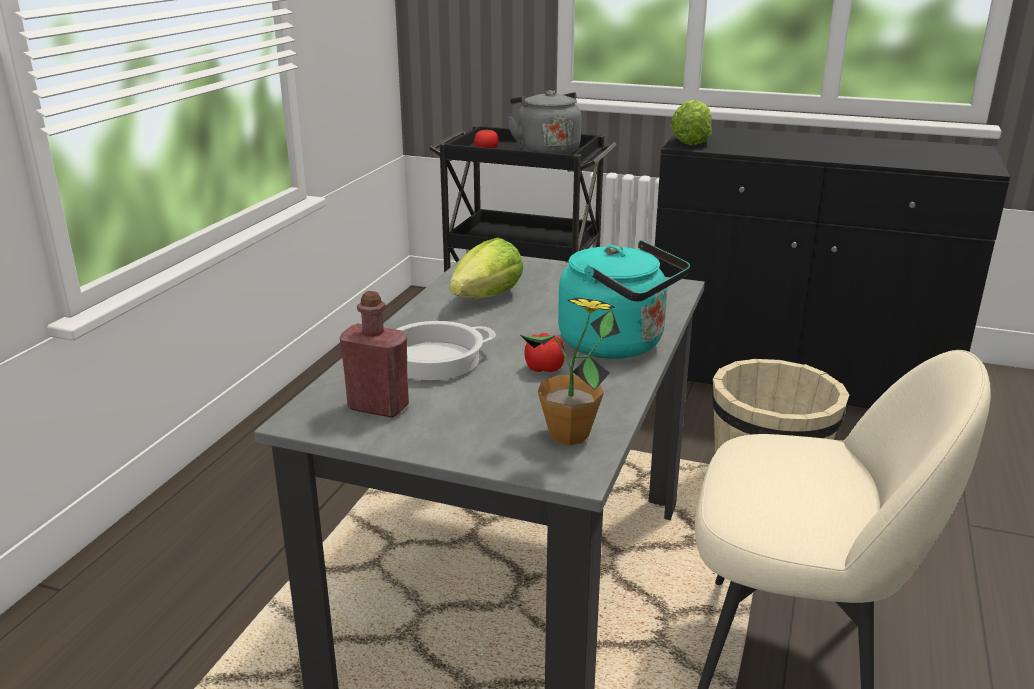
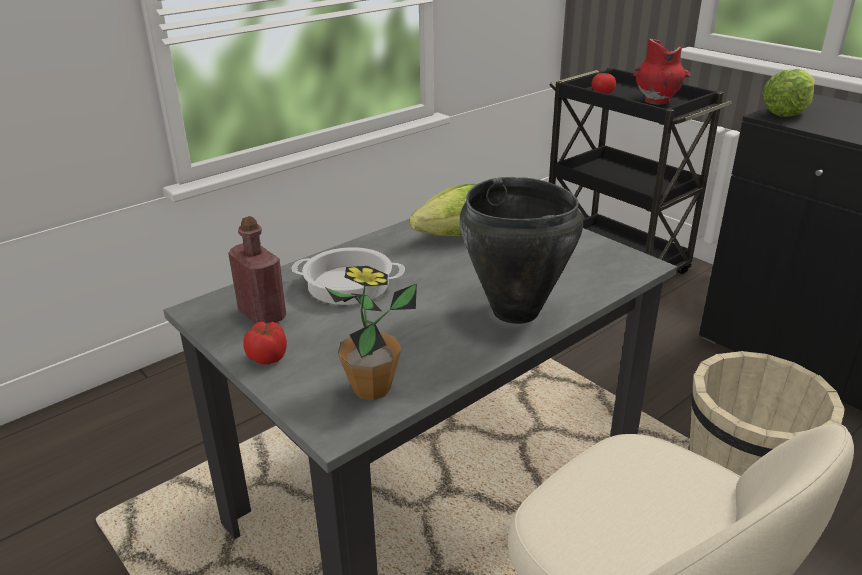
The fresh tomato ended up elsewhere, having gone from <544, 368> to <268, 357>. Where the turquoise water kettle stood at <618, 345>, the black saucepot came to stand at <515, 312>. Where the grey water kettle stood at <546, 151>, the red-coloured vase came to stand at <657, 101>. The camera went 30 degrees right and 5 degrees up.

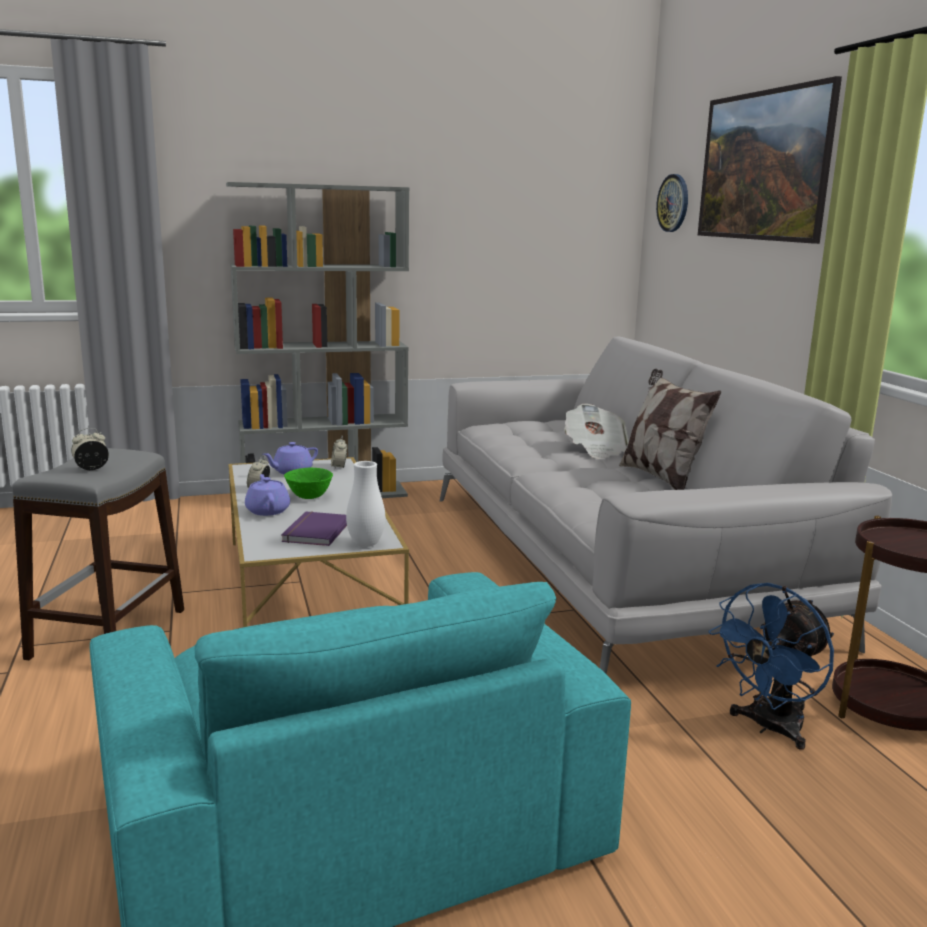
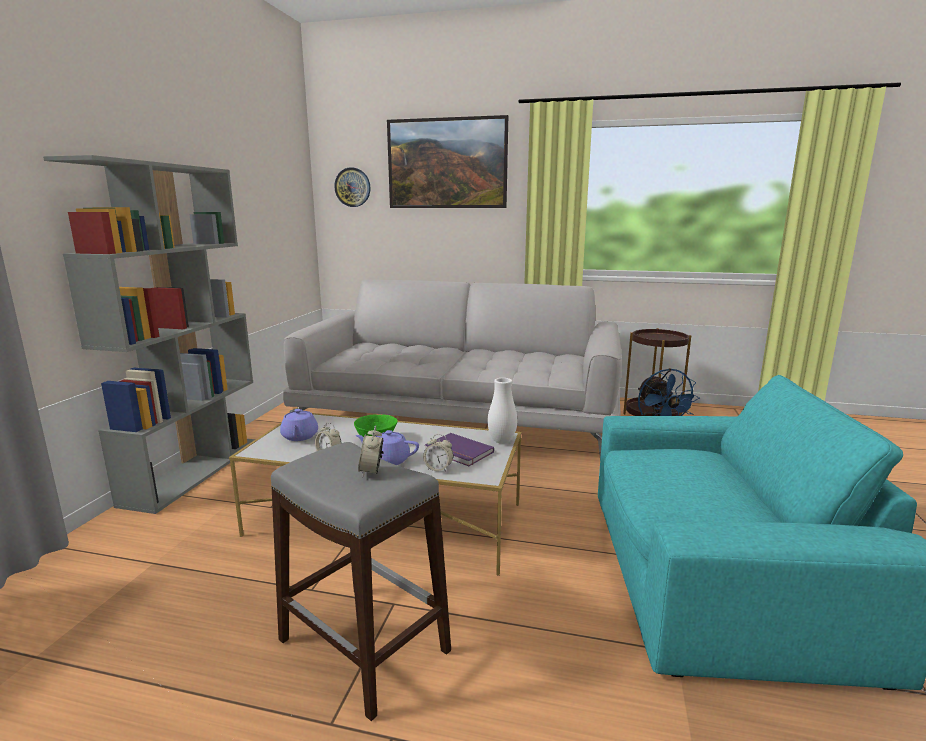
The bedside clock ended up elsewhere, having gone from <339, 467> to <438, 469>. The second view lost the newspaper at <595, 449>. The second view lost the throw pillow at <661, 477>. The camera went 60 degrees left and 0 degrees up.

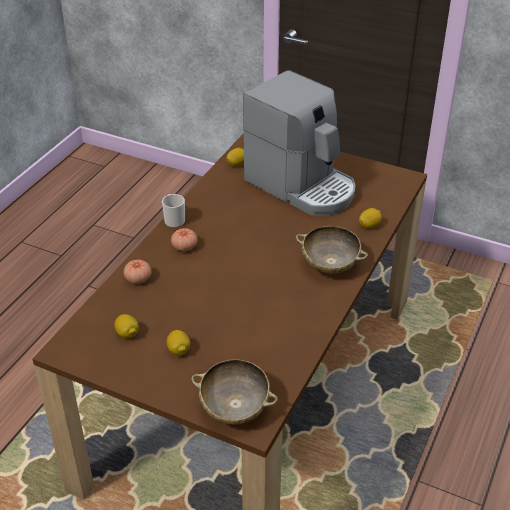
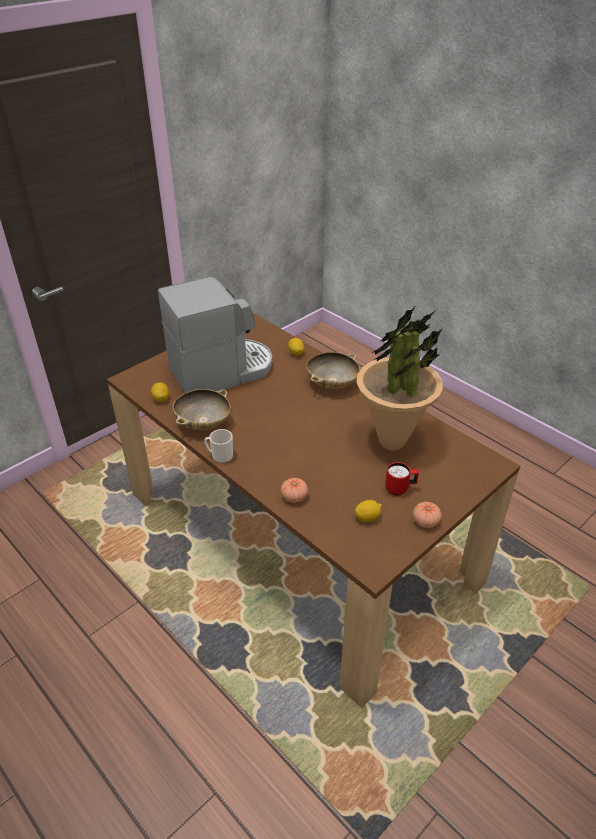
The beige serving bowl ended up elsewhere, having gone from <235, 407> to <203, 423>. The second view gained the houseplant at <392, 441>. Where the citrus fruit stood at <178, 350>, the red-coloured tea mug came to stand at <400, 489>. The fresh tomato ended up elsewhere, having gone from <184, 247> to <425, 521>. The camera went 70 degrees left and 0 degrees up.

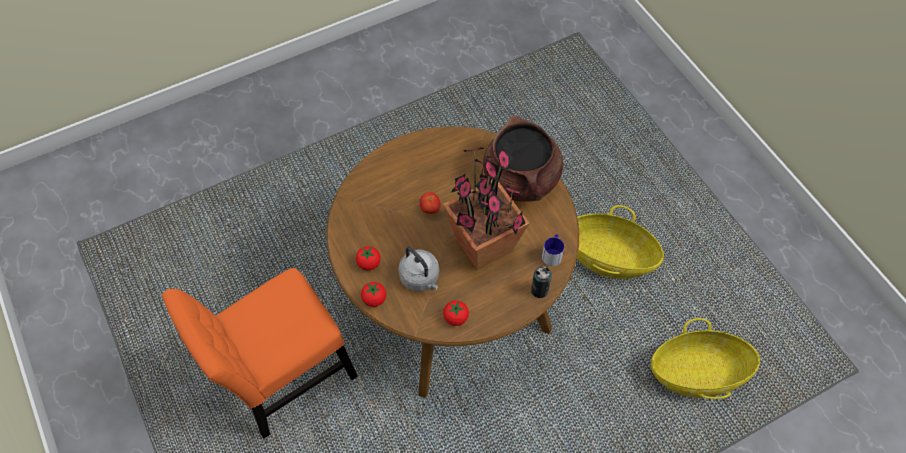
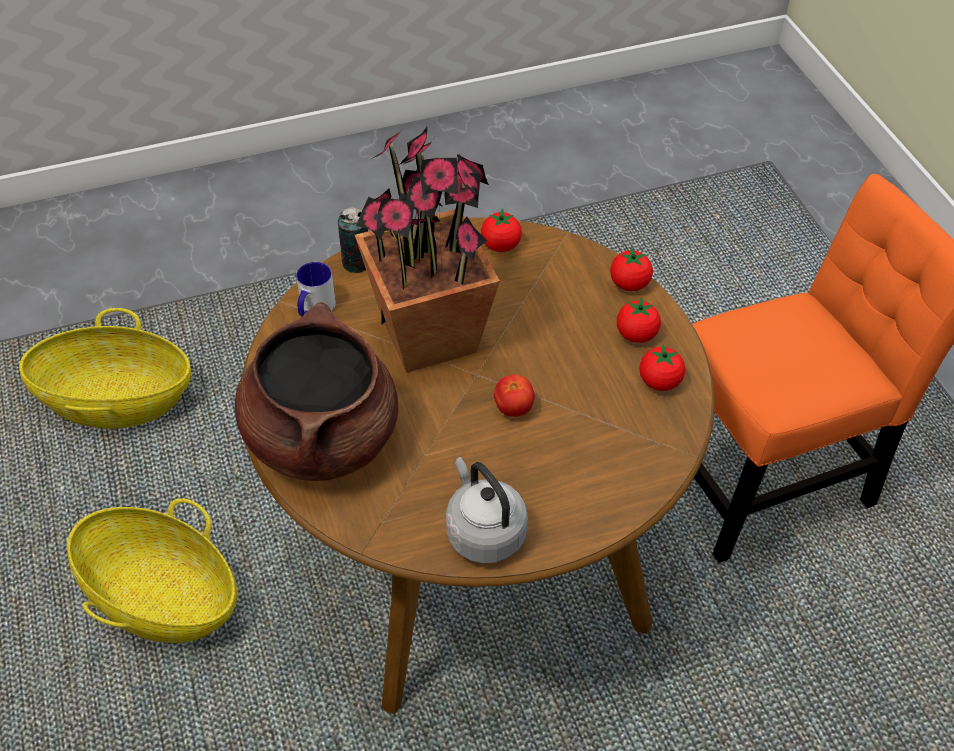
The grey water kettle ended up elsewhere, having gone from <421, 278> to <483, 532>. The second view gained the fresh tomato at <659, 382>. The camera went 170 degrees left and 10 degrees down.

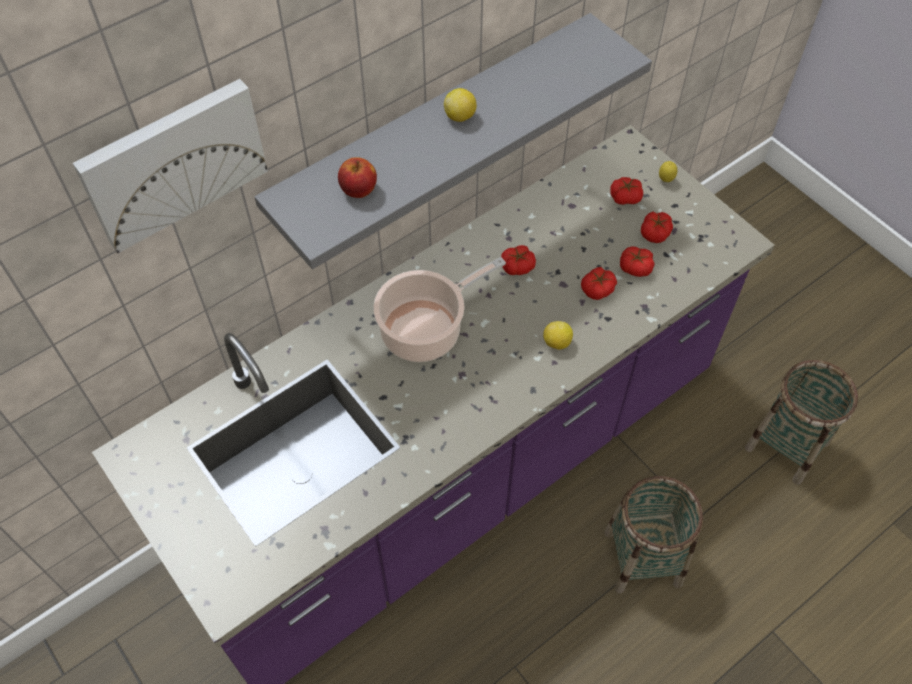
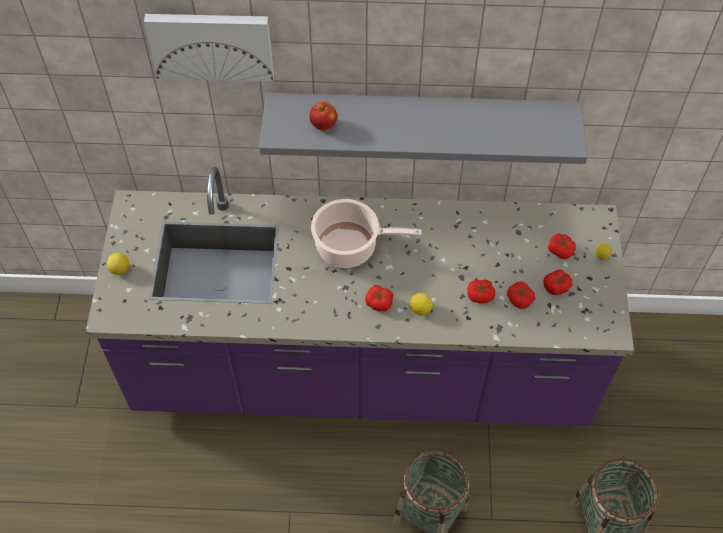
The citrus fruit ended up elsewhere, having gone from <460, 116> to <120, 269>. The fresh tomato ended up elsewhere, having gone from <517, 266> to <379, 303>. The camera went 40 degrees right and 0 degrees up.

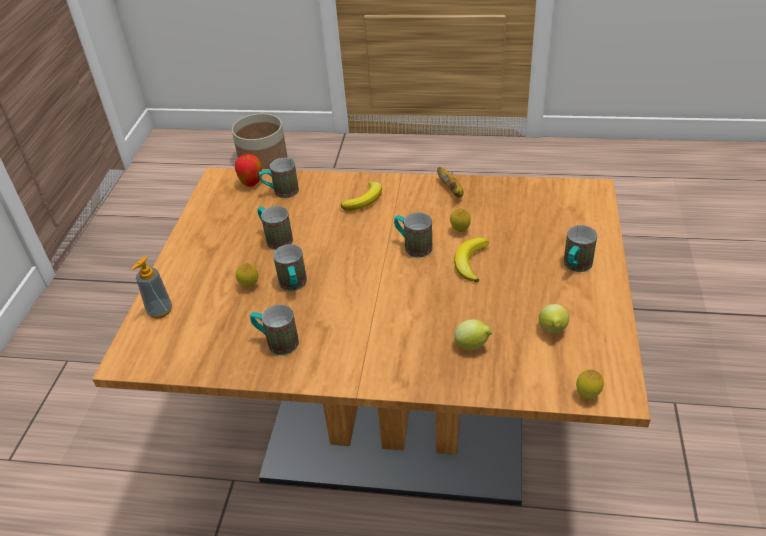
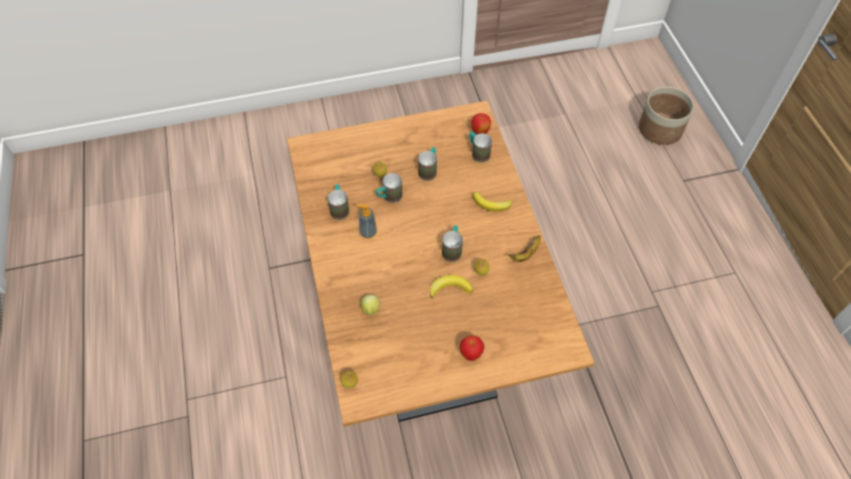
The soap bottle ended up elsewhere, having gone from <160, 311> to <368, 232>. Where the tea mug stood at <575, 267>, the whole apple came to stand at <470, 354>. The second view lost the citrus fruit at <552, 331>. The camera went 65 degrees right and 15 degrees up.

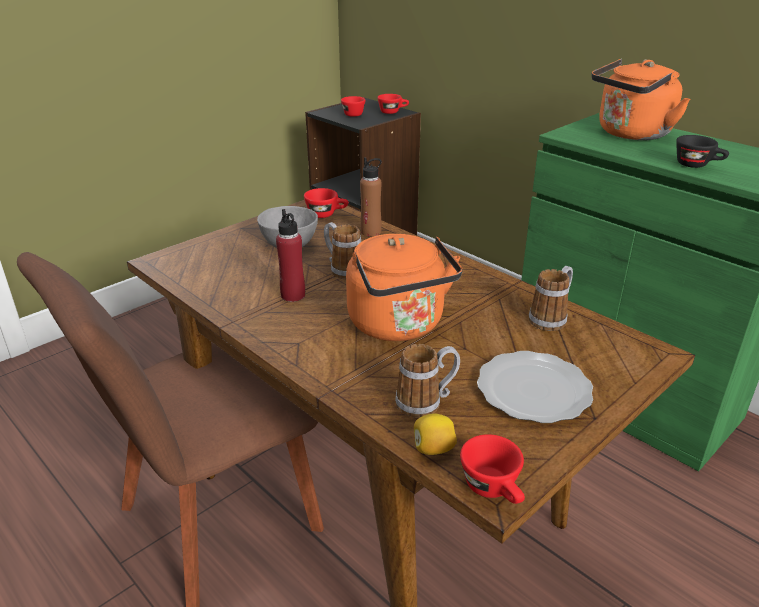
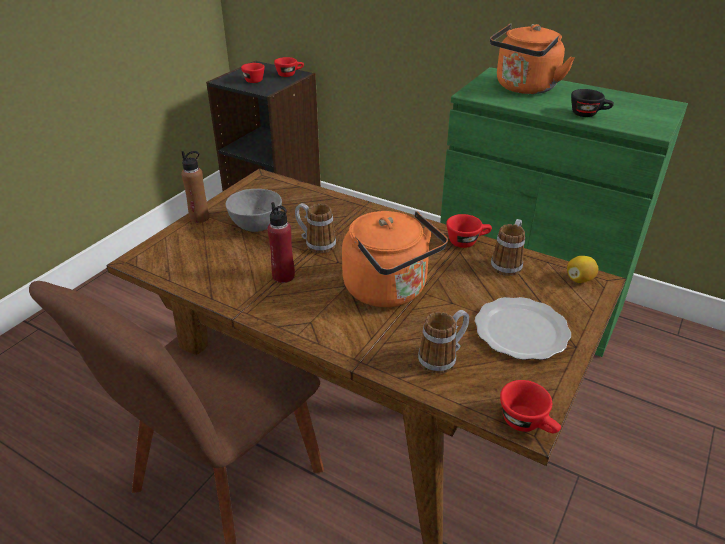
The brownish beverage bottle ended up elsewhere, having gone from <371, 232> to <200, 217>. The red-coloured drinking cup ended up elsewhere, having gone from <326, 214> to <467, 241>. The citrus fruit ended up elsewhere, having gone from <433, 449> to <579, 279>. The camera went 15 degrees left and 5 degrees up.

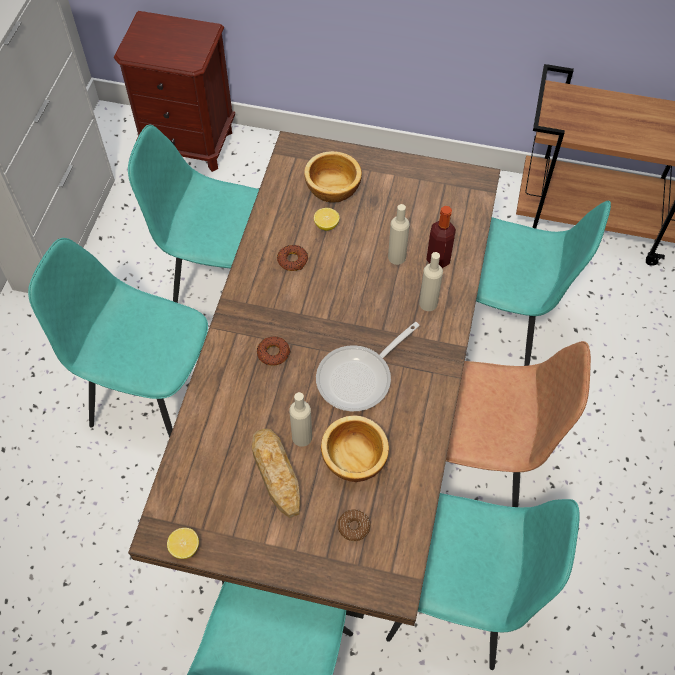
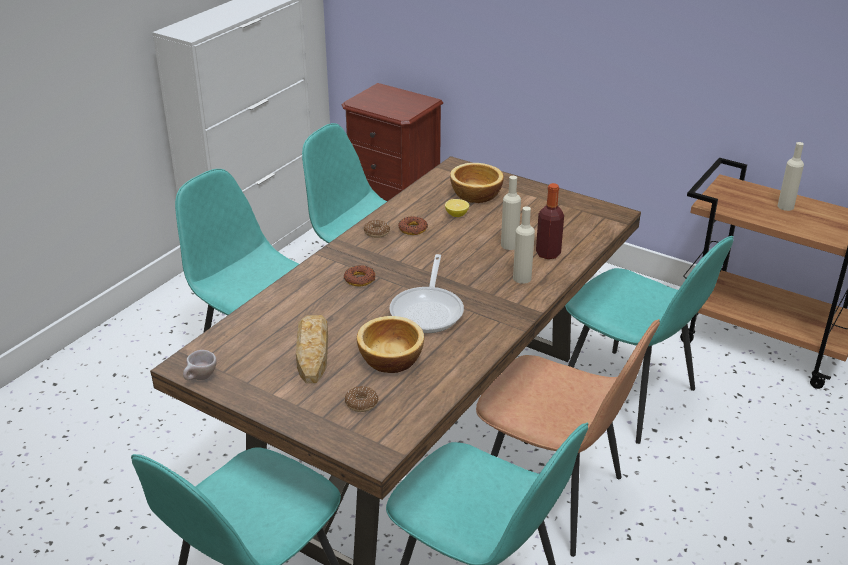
Where the citrus fruit stood at <185, 547>, the beige drinking cup came to stand at <200, 379>. The second view gained the donut at <376, 232>. The frying pan at <360, 377> ended up facing another way, 60 degrees counterclockwise from before. The beige beverage bottle ended up elsewhere, having gone from <302, 437> to <785, 206>. The camera went 20 degrees right and 25 degrees down.

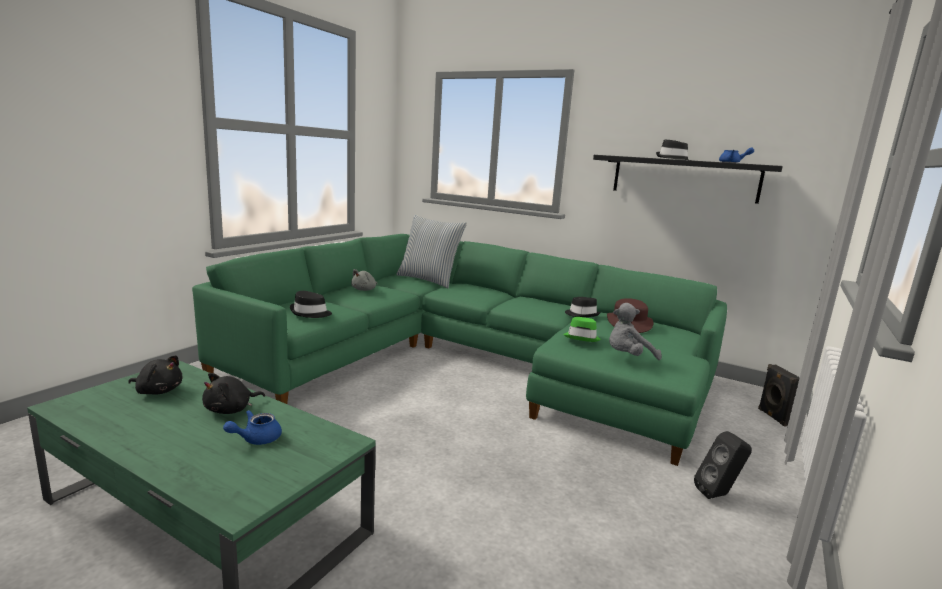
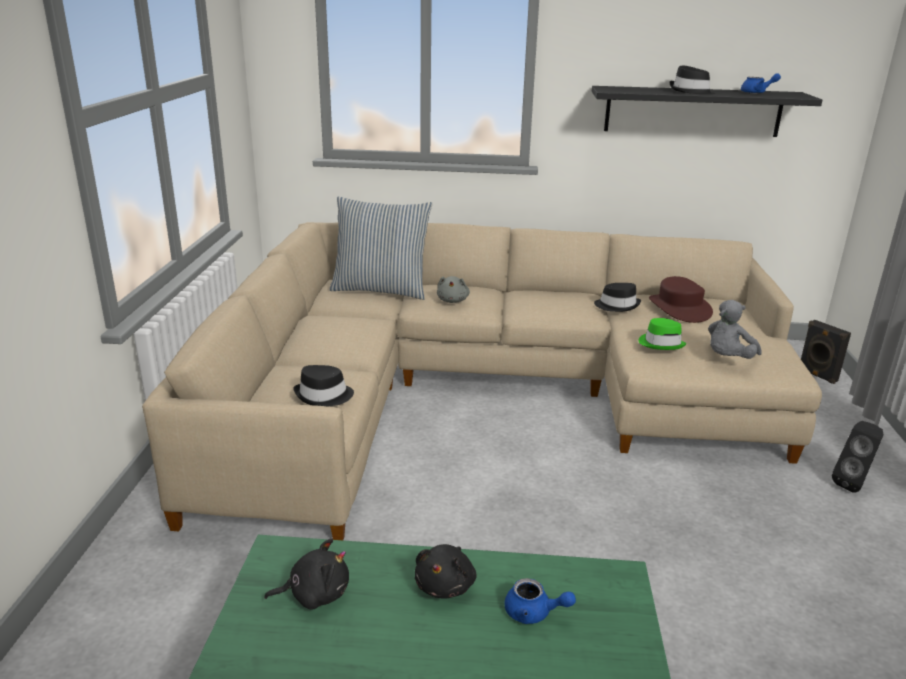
What was the greenish couch at <471, 362> turned into the beige couch at <483, 393>. The grey plush toy ended up elsewhere, having gone from <364, 290> to <453, 300>. The bluish teapot at <256, 439> ended up facing another way, 90 degrees counterclockwise from before. The camera went 25 degrees left and 10 degrees up.

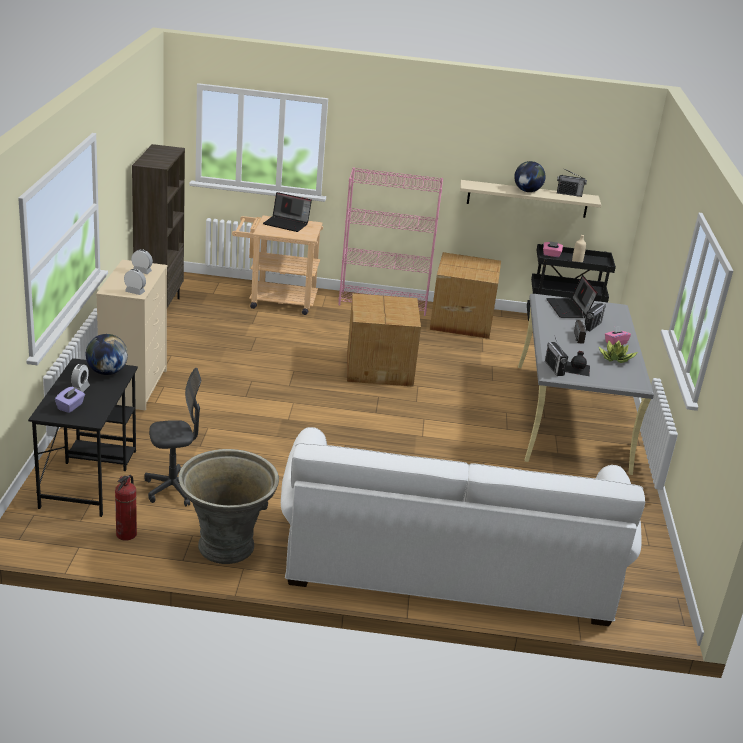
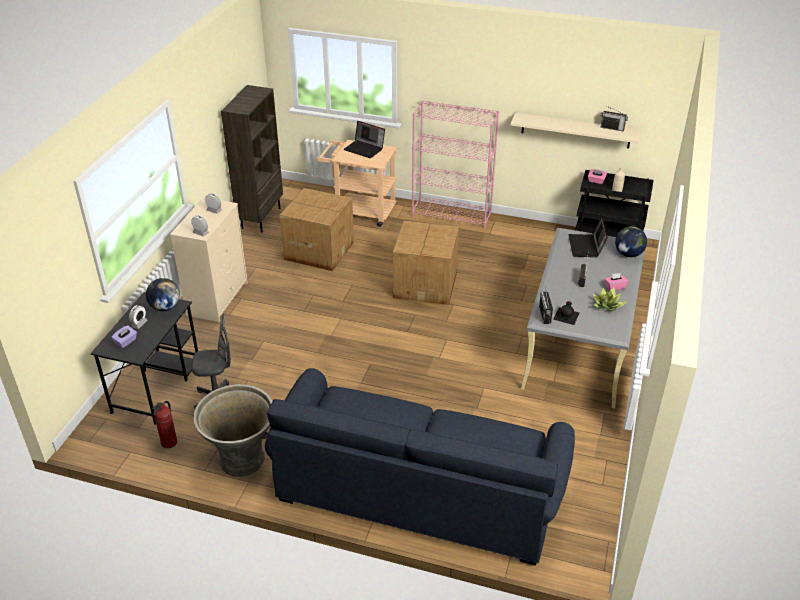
What was the whitish couch at <448, 563> turned into the bluish couch at <418, 489>. The carton ended up elsewhere, having gone from <460, 321> to <319, 250>. The desk globe ended up elsewhere, having gone from <527, 191> to <628, 254>. The second view lost the radio set at <592, 326>. The camera went 15 degrees right and 10 degrees up.

